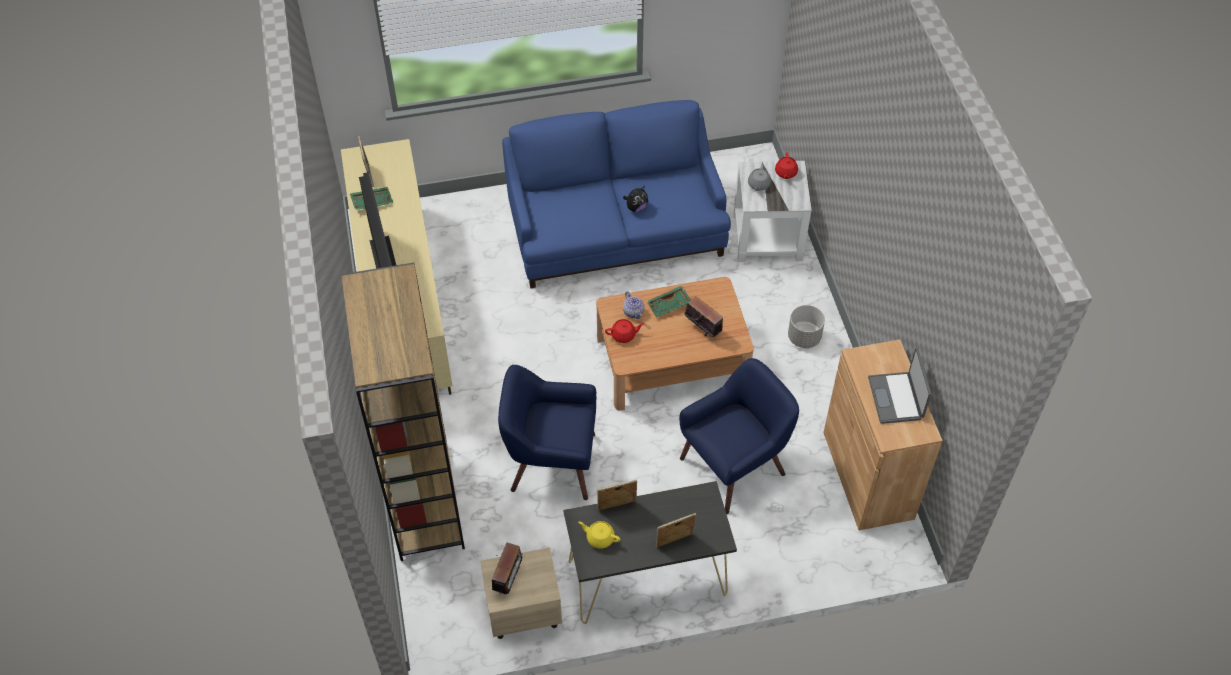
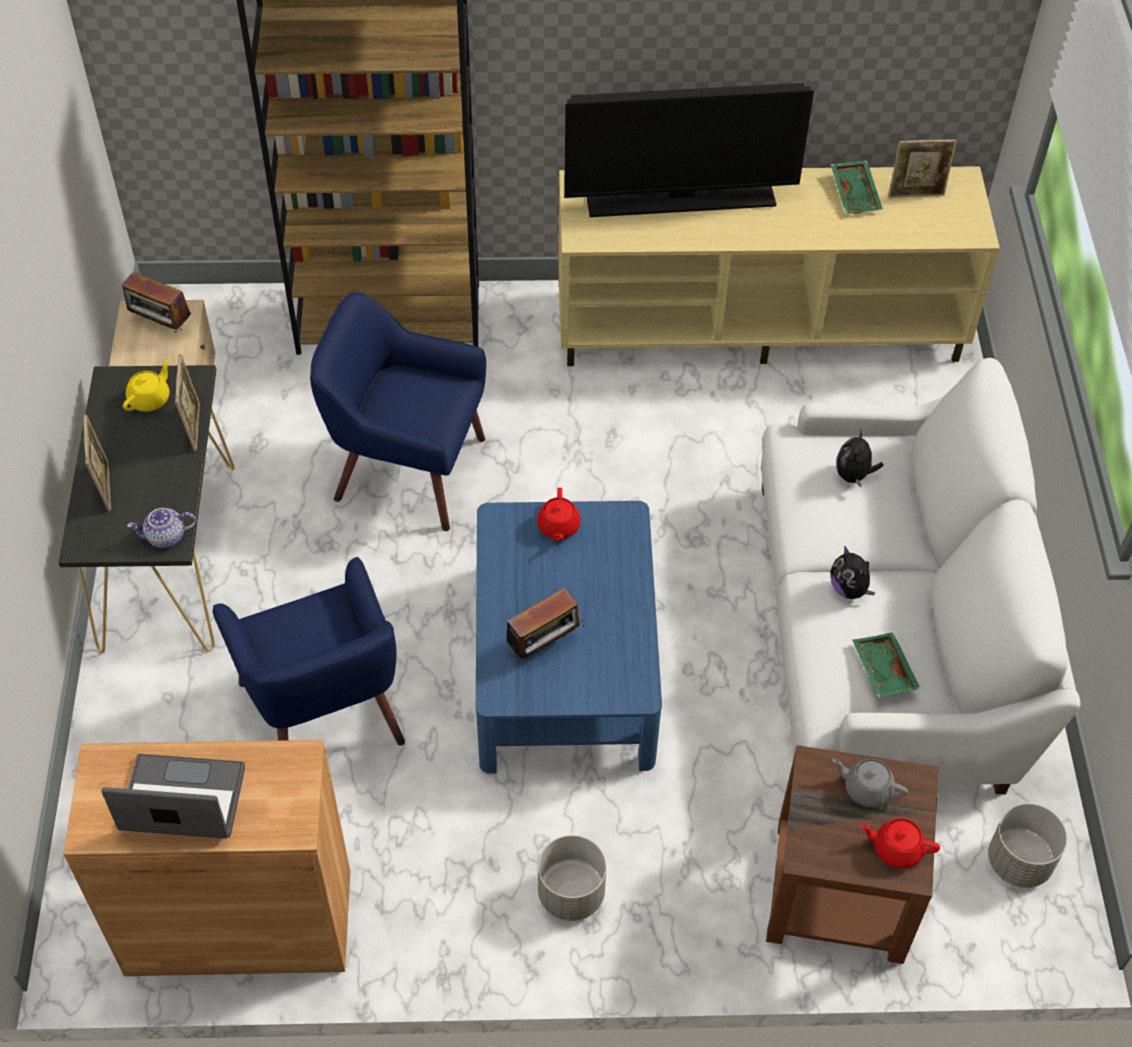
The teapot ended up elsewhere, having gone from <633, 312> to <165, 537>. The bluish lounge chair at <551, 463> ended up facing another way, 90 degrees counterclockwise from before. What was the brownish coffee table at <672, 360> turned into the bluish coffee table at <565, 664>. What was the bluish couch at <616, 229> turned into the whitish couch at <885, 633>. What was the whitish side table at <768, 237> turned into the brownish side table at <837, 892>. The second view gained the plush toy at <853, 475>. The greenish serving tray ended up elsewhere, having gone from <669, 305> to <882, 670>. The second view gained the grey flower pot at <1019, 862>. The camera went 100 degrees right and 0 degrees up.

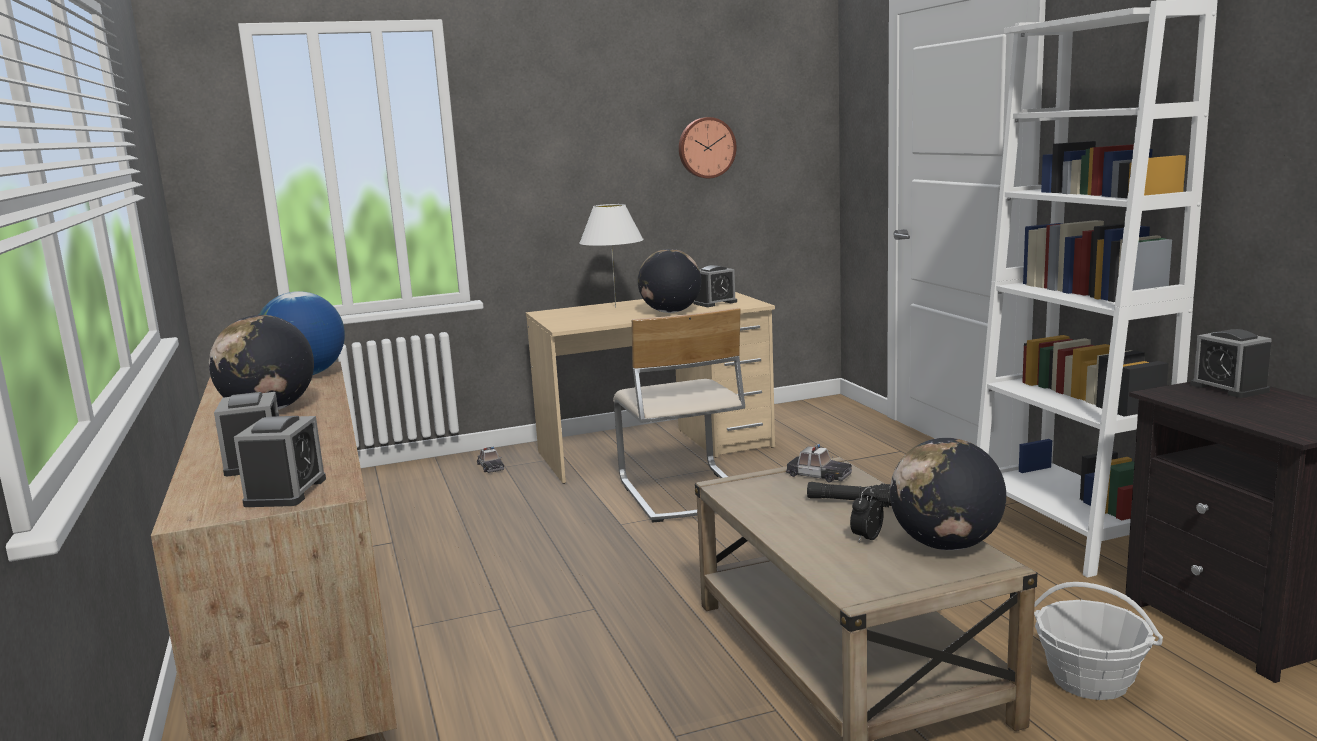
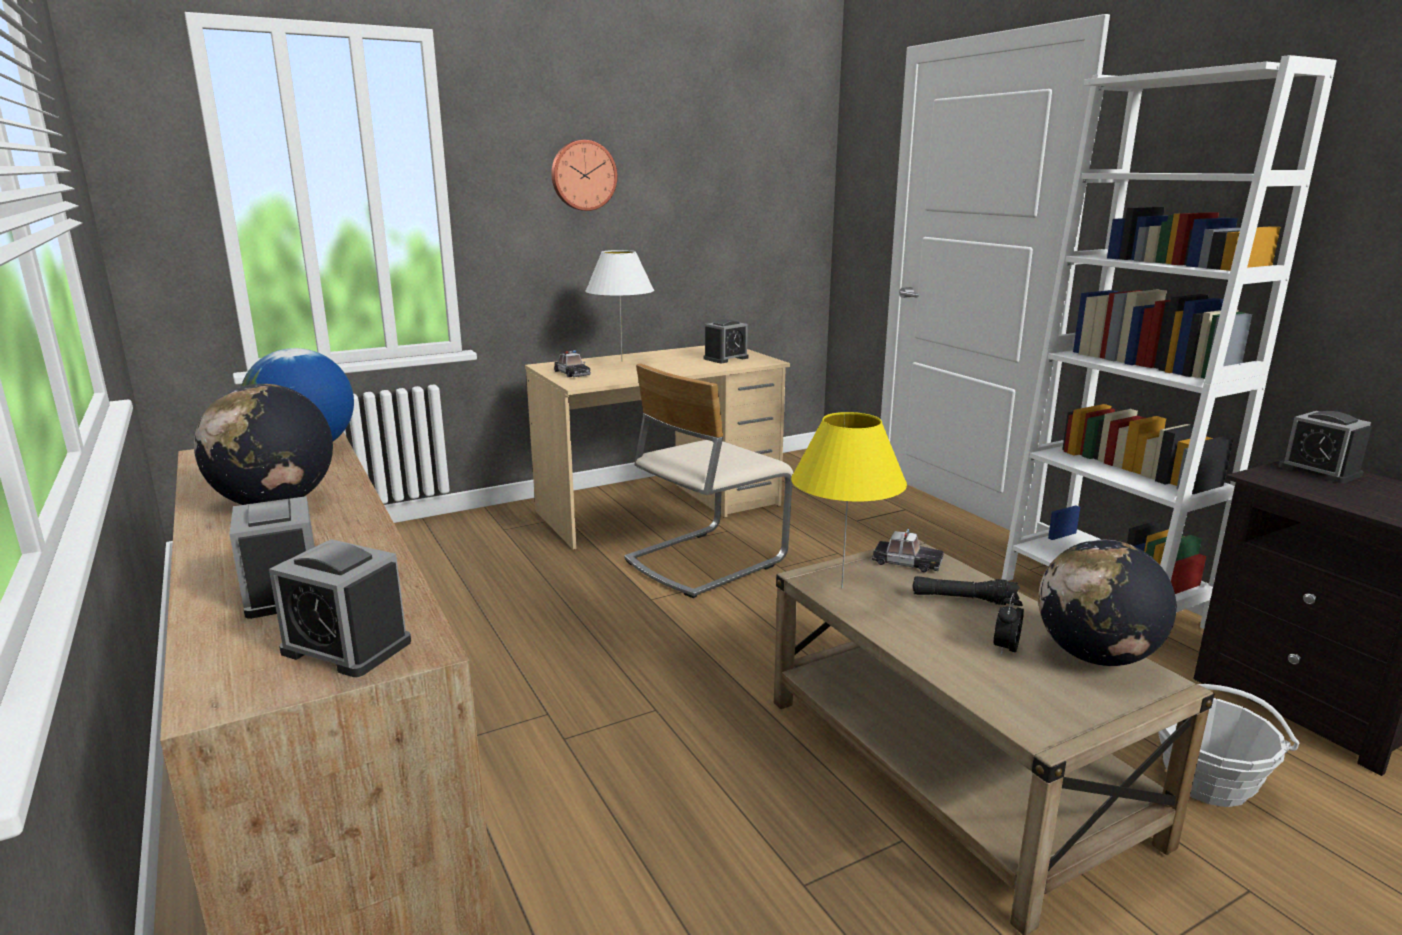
The bedside clock at <286, 492> ended up facing another way, 120 degrees clockwise from before. The wall clock ended up elsewhere, having gone from <706, 147> to <583, 175>. The miniature car ended up elsewhere, having gone from <490, 467> to <572, 373>. The beige plain chair at <682, 493> ended up facing another way, 75 degrees clockwise from before. The second view gained the yellow table lamp at <842, 587>. The second view lost the desk globe at <671, 312>. The camera went 10 degrees left and 5 degrees up.

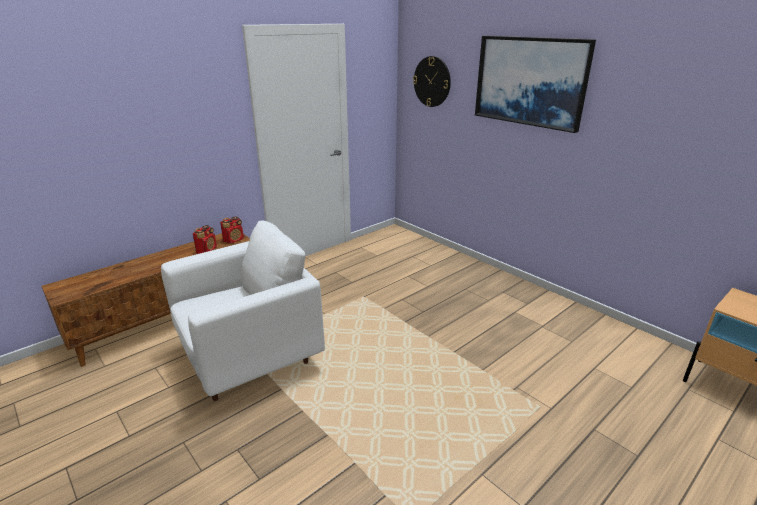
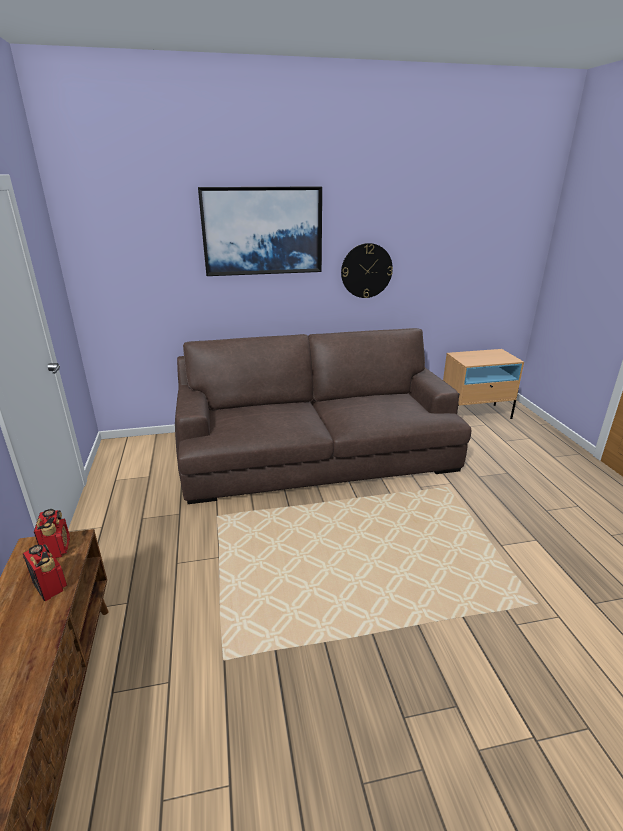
The second view gained the brownish couch at <317, 452>. The wall clock ended up elsewhere, having gone from <432, 81> to <366, 270>. The second view lost the whitish lounge chair at <249, 359>. The camera went 60 degrees left and 0 degrees up.

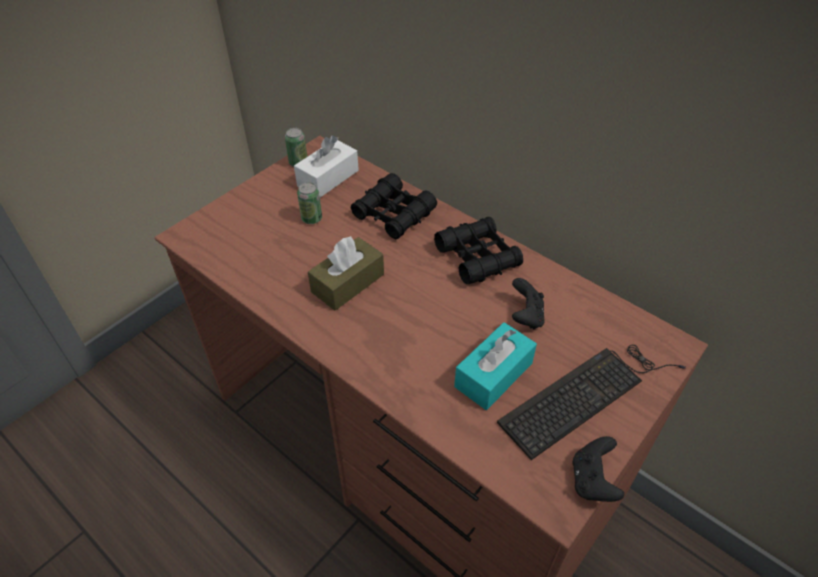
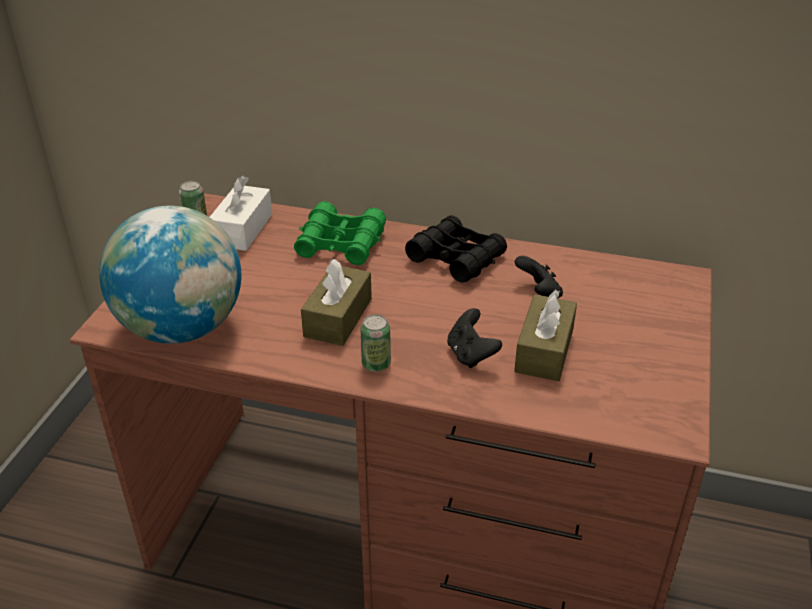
The second view gained the desk globe at <182, 328>. What was the black field glasses at <393, 214> turned into the greenish field glasses at <341, 244>. The can ended up elsewhere, having gone from <311, 219> to <376, 364>. The black gamepad ended up elsewhere, having gone from <592, 480> to <471, 354>. What was the turquoise box of tissues at <493, 375> turned into the brownish box of tissues at <544, 350>. The second view lost the computer keyboard at <587, 394>. The camera went 25 degrees left and 10 degrees down.

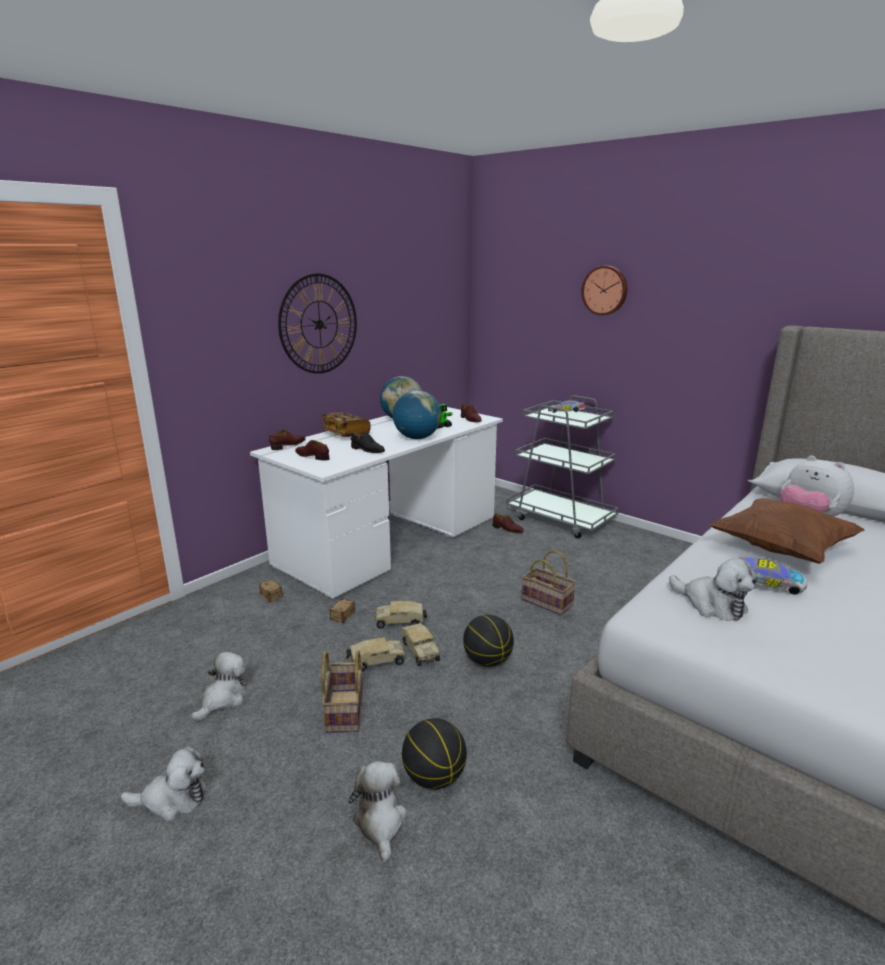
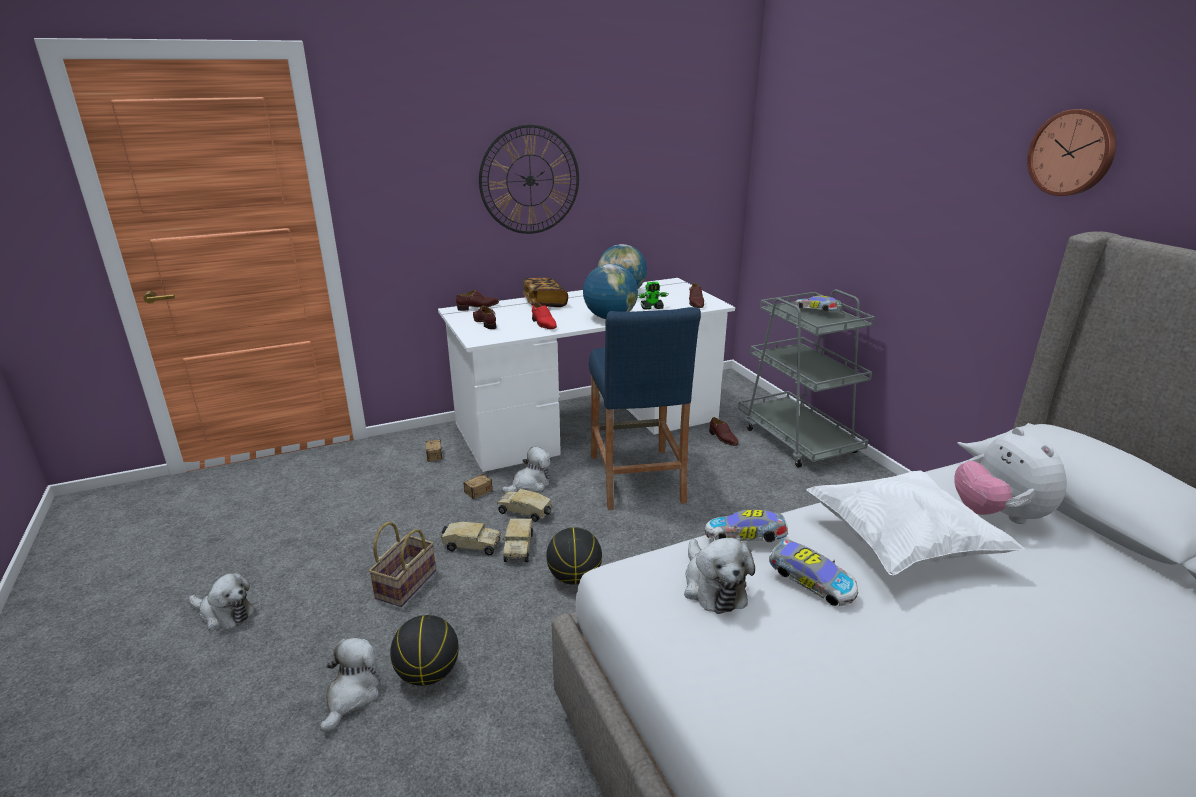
The plush toy ended up elsewhere, having gone from <223, 699> to <530, 484>. What was the black shoe at <367, 450> turned into the red-coloured shoe at <543, 324>. The second view gained the bluish stool at <636, 478>. The second view gained the miniature car at <746, 539>. What was the brownish throw pillow at <781, 550> turned into the whitish throw pillow at <901, 545>. The wall clock ended up elsewhere, having gone from <605, 290> to <1073, 153>. The second view lost the storage basket at <548, 602>. The camera went 25 degrees right and 5 degrees up.

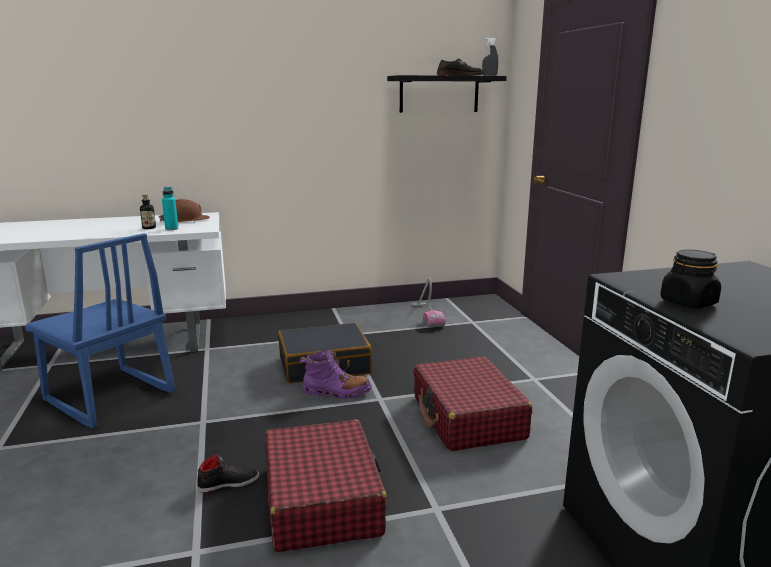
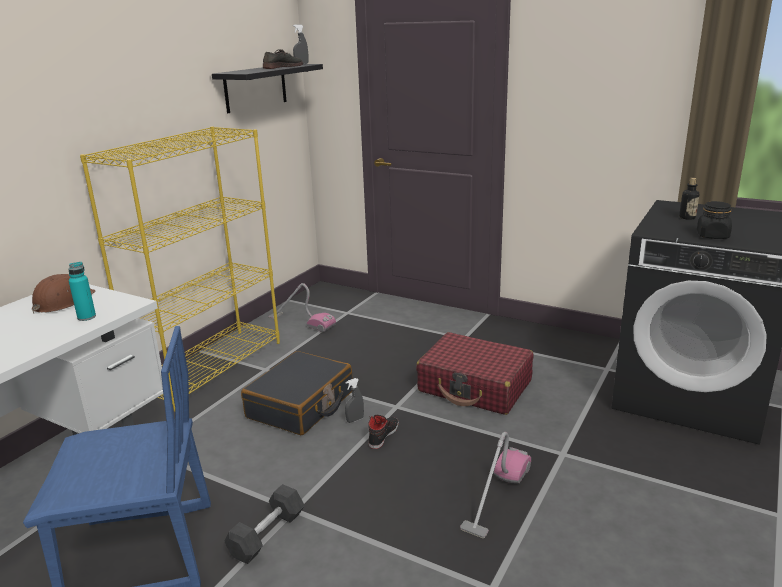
The second view gained the yellow bookcase at <211, 367>. The second view gained the black free weight at <267, 534>. Where the purplish boot stood at <336, 392>, the grey sprayer came to stand at <355, 420>. The black shoe ended up elsewhere, having gone from <228, 483> to <383, 435>. Where the red-coloured travel case stood at <322, 499>, the vacuum came to stand at <497, 496>. The beverage bottle ended up elsewhere, having gone from <149, 228> to <687, 217>. The camera went 45 degrees left and 5 degrees up.

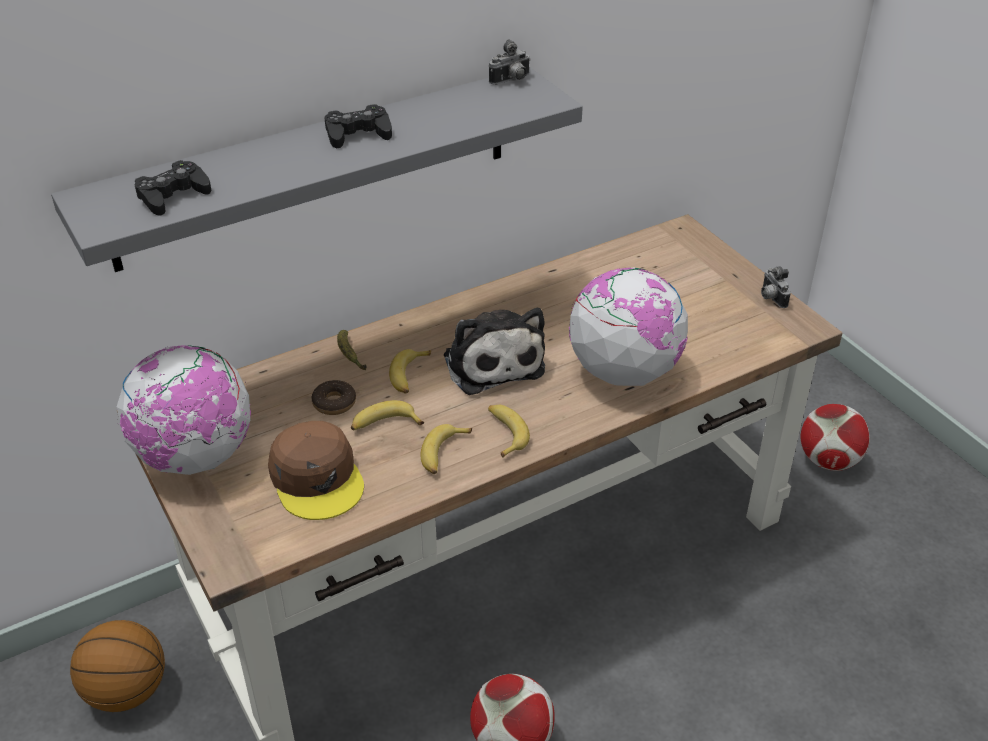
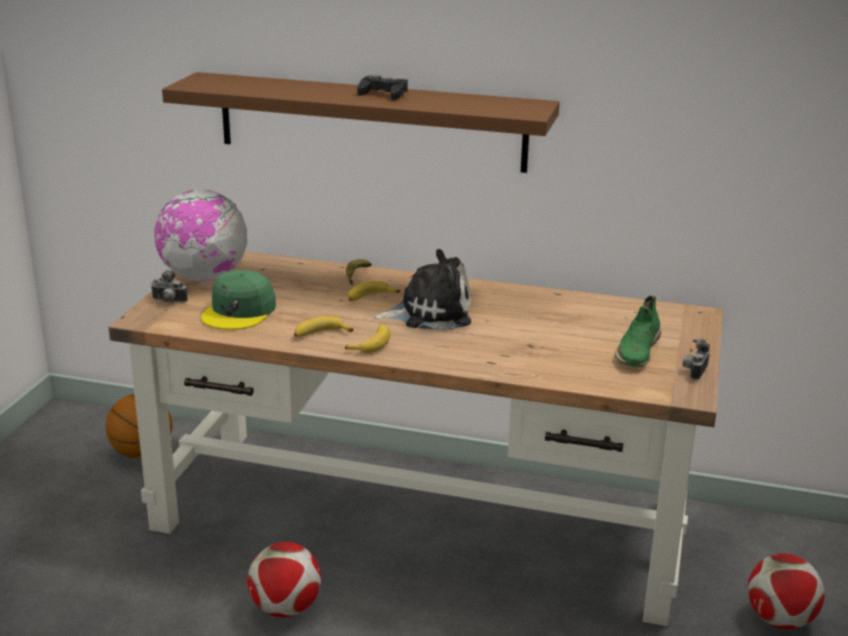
The photo camera ended up elsewhere, having gone from <511, 81> to <168, 302>. What was the grey wall shelf at <315, 168> turned into the brownish wall shelf at <371, 122>. What was the brownish cap at <317, 478> turned into the greenish cap at <239, 312>. The plush toy at <492, 361> ended up facing another way, 120 degrees counterclockwise from before. The second view gained the greenish shoe at <637, 351>. The second view lost the black gamepad at <173, 195>. The second view lost the donut at <334, 403>. The second view lost the banana at <384, 424>. The second view lost the desk globe at <623, 372>. The camera went 45 degrees right and 15 degrees down.

